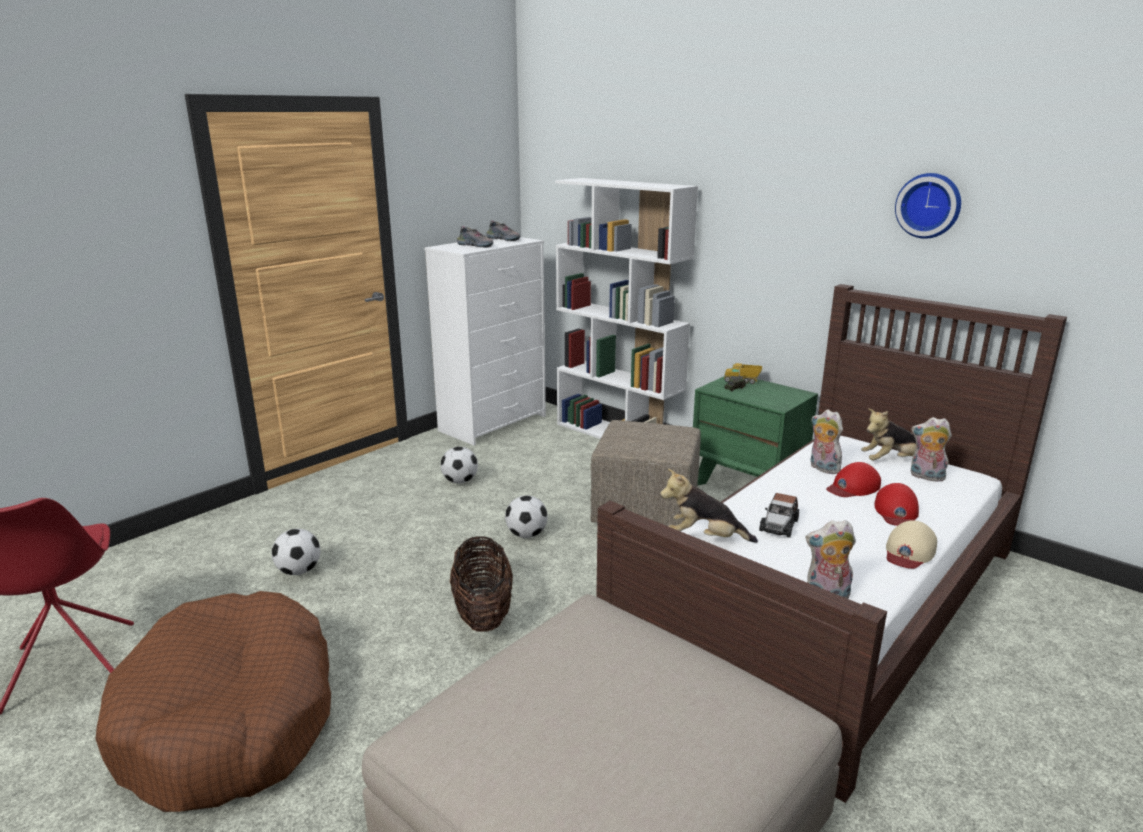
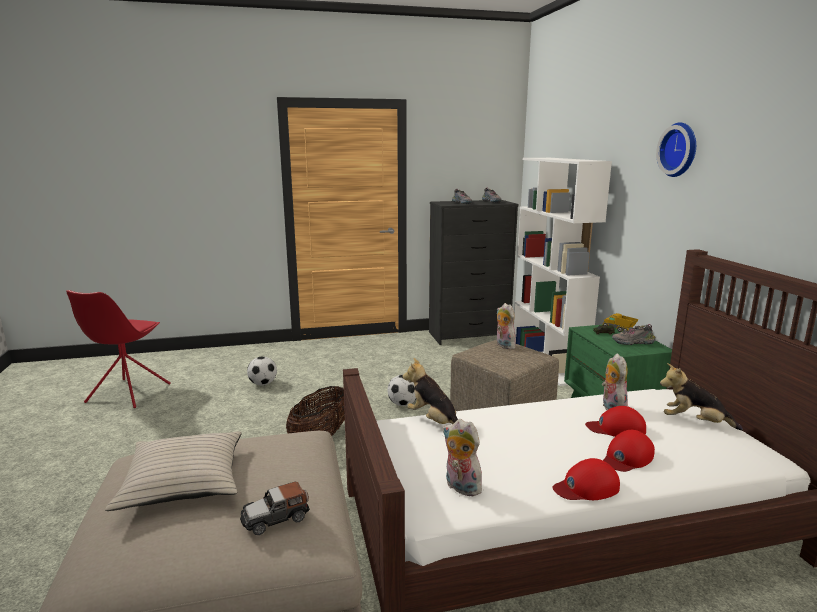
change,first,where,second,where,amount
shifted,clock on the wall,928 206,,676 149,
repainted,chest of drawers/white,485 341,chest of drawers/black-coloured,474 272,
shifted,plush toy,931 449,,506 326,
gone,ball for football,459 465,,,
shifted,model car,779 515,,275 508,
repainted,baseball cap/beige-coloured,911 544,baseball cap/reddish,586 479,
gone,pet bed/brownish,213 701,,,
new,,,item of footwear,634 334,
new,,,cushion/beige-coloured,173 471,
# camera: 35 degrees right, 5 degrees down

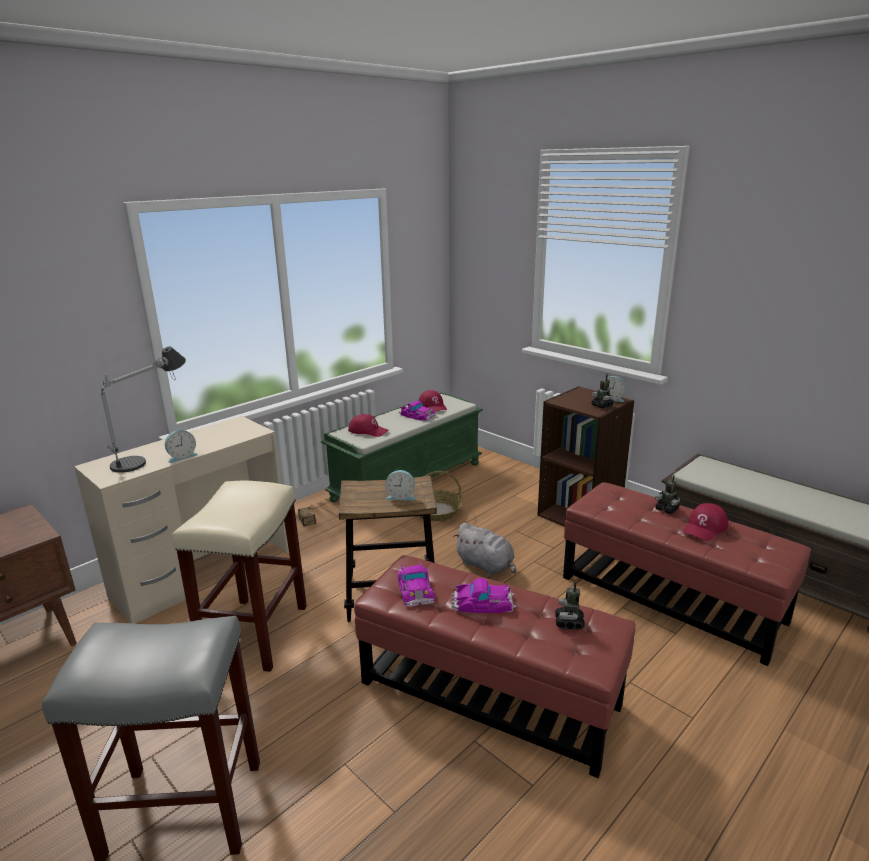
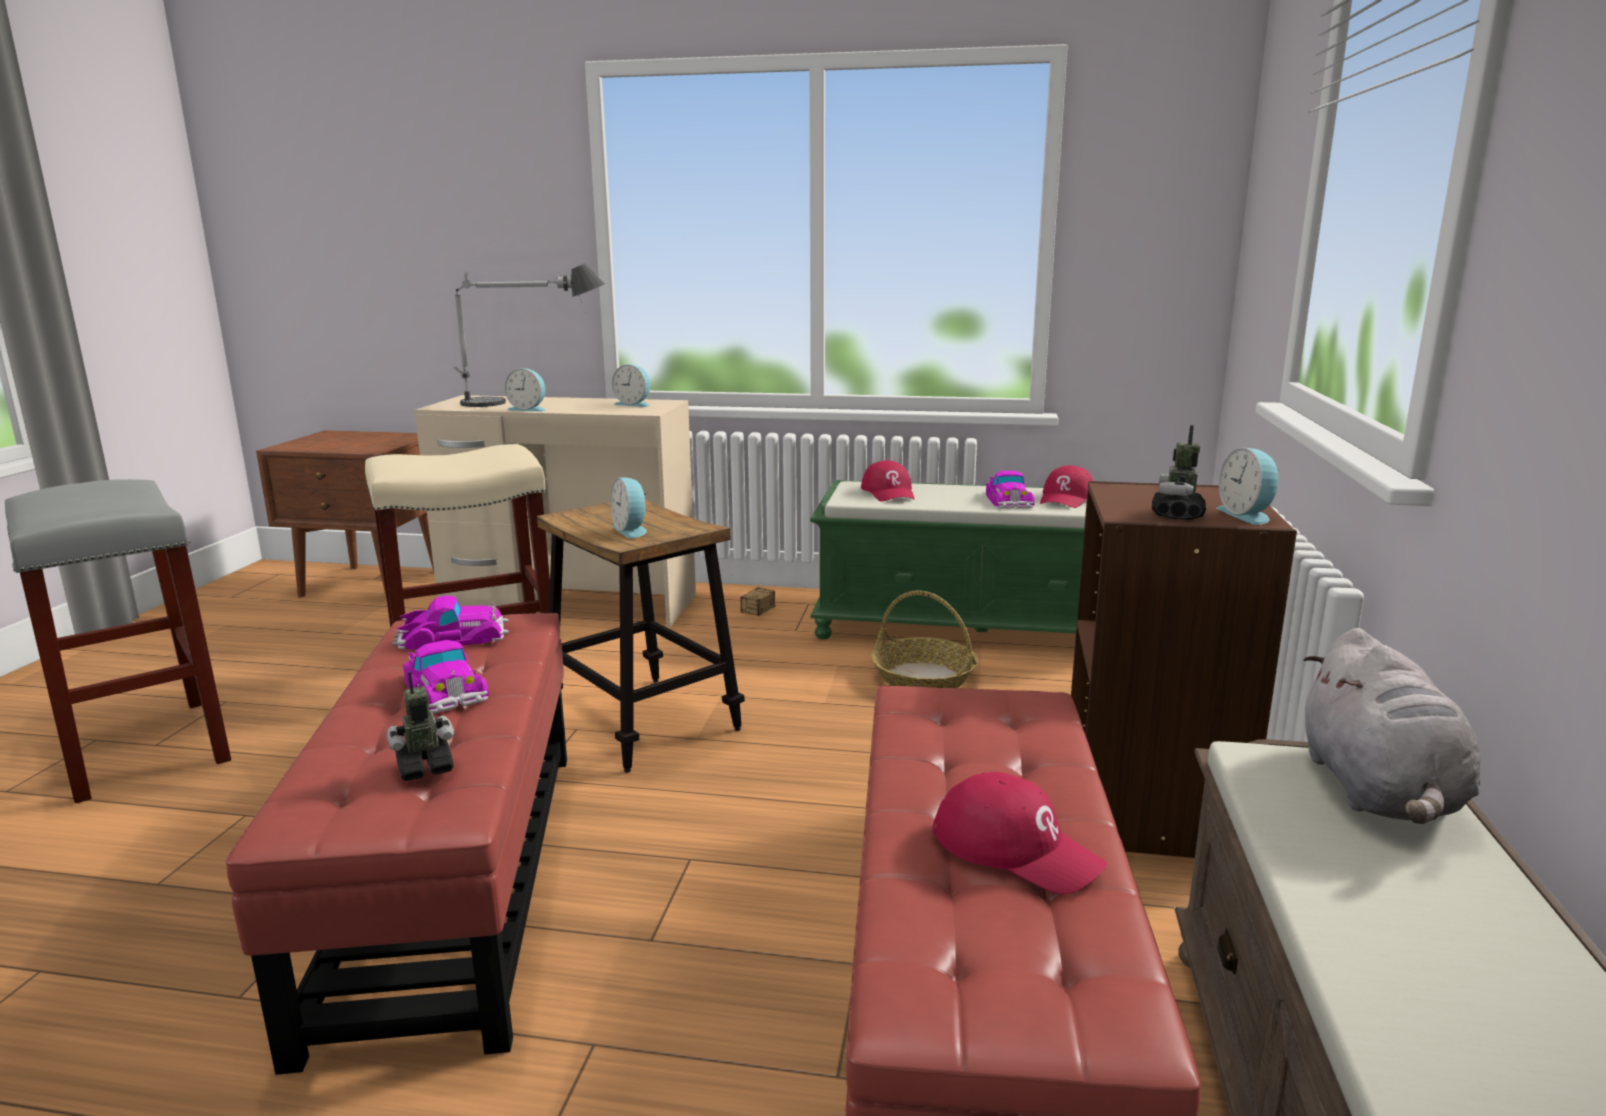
change,first,where,second,where,amount
gone,model robot,667 494,,,
rotated,baseball cap/reddish,705 522,,1019 833,150 degrees counterclockwise
shifted,plush toy/gray,484 549,,1391 726,
rotated,model car,416 584,,451 623,150 degrees counterclockwise
new,,,bedside clock,631 385,
# camera: 55 degrees right, 5 degrees down

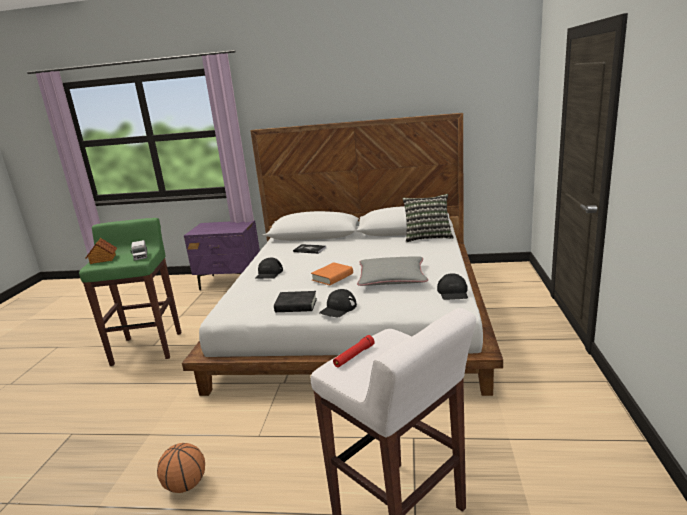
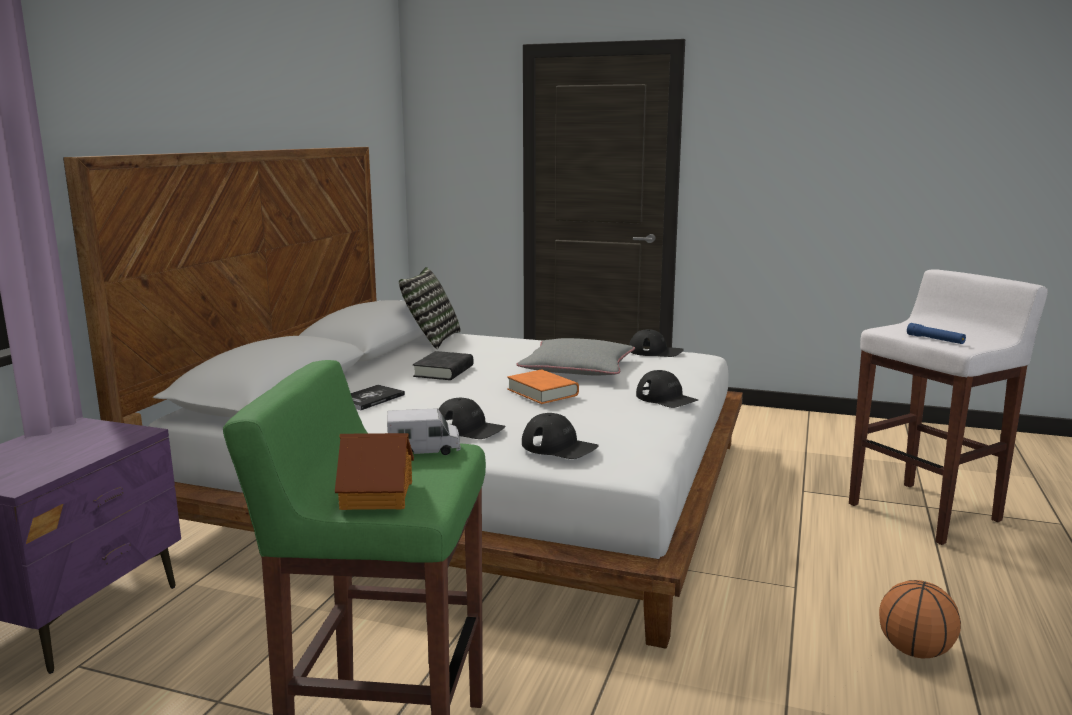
change,first,where,second,where,amount
shifted,volume/black-coloured,295 301,,443 365,
repainted,flashlight/reddish,354 351,flashlight/blue,936 333,
new,,,baseball cap/black-coloured,560 436,
# camera: 80 degrees left, 5 degrees down

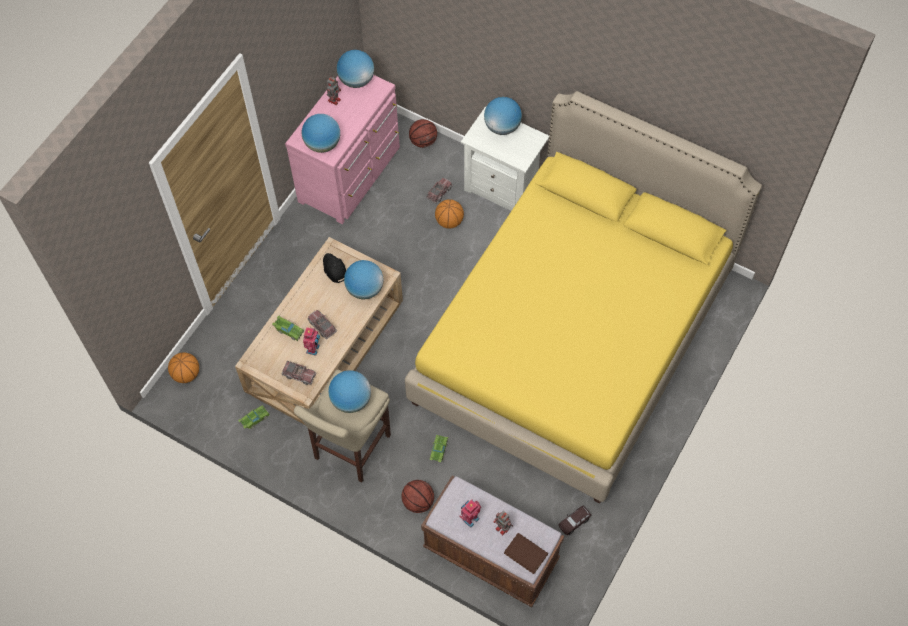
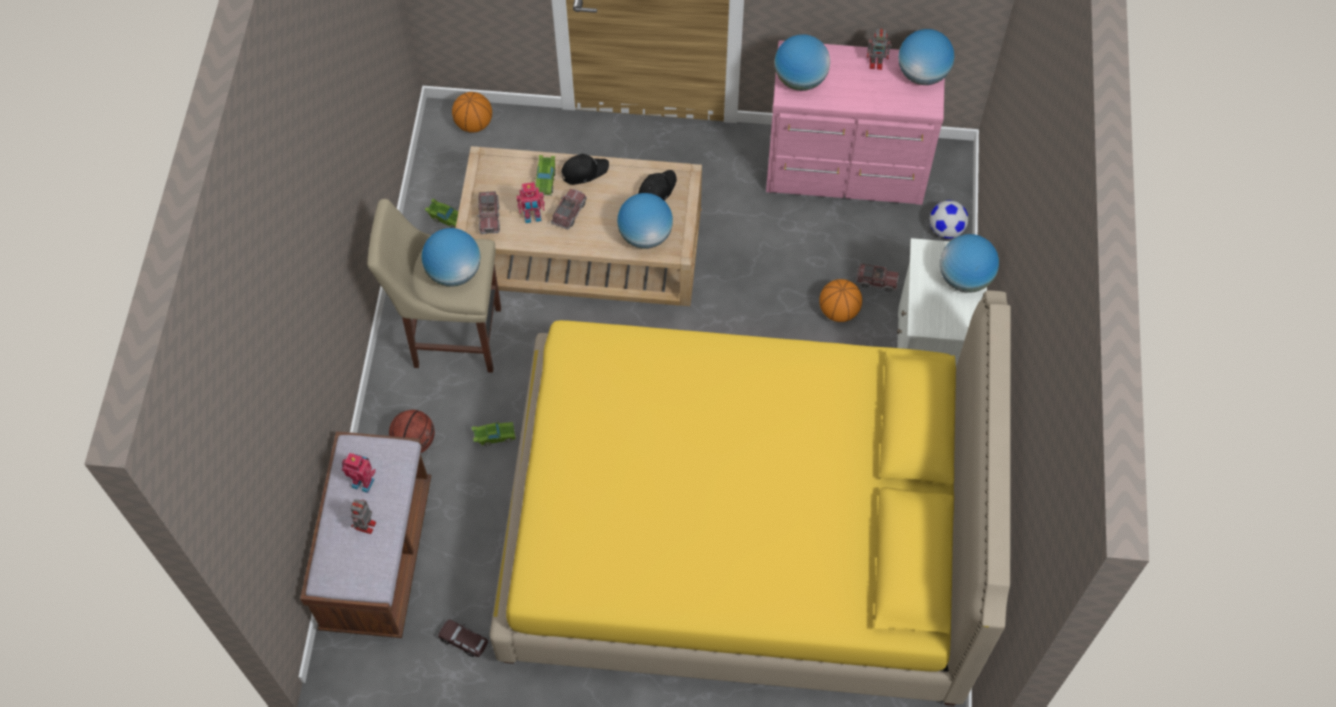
change,first,where,second,where,amount
swapped,ball for basketball,423 133,ball for football,949 219,
gone,volume/brownish,526 553,,,
new,,,baseball cap/black-coloured,585 169,
# camera: 65 degrees right, 0 degrees up

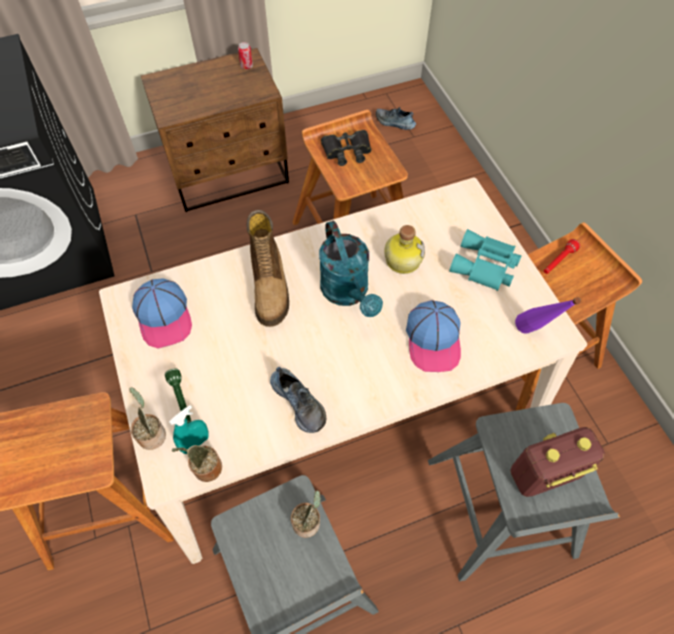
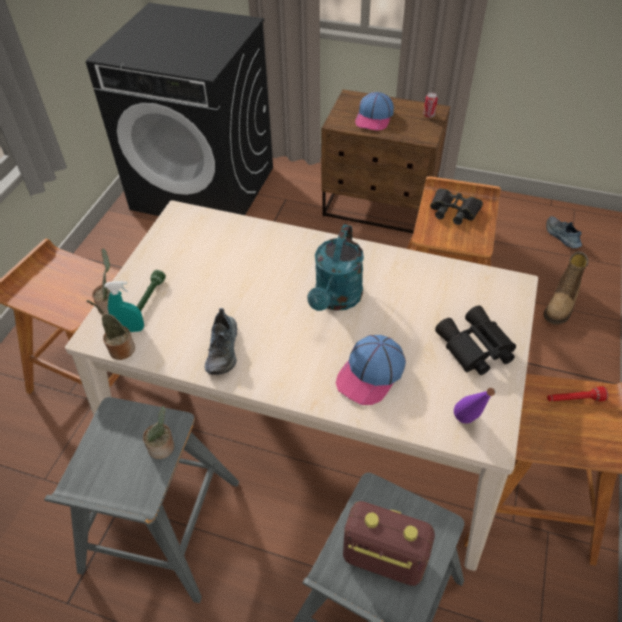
change,first,where,second,where,amount
shifted,boot,268 268,,566 288,
gone,drink bottle,404 249,,,
repainted,binoculars/turquoise-coloured,485 260,binoculars/black-coloured,475 340,
shifted,baseball cap,162 313,,374 111,
# camera: 40 degrees right, 10 degrees down

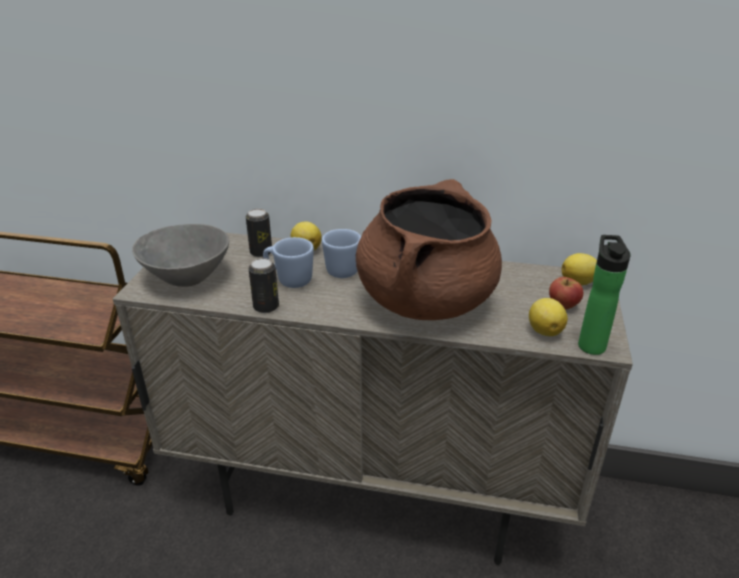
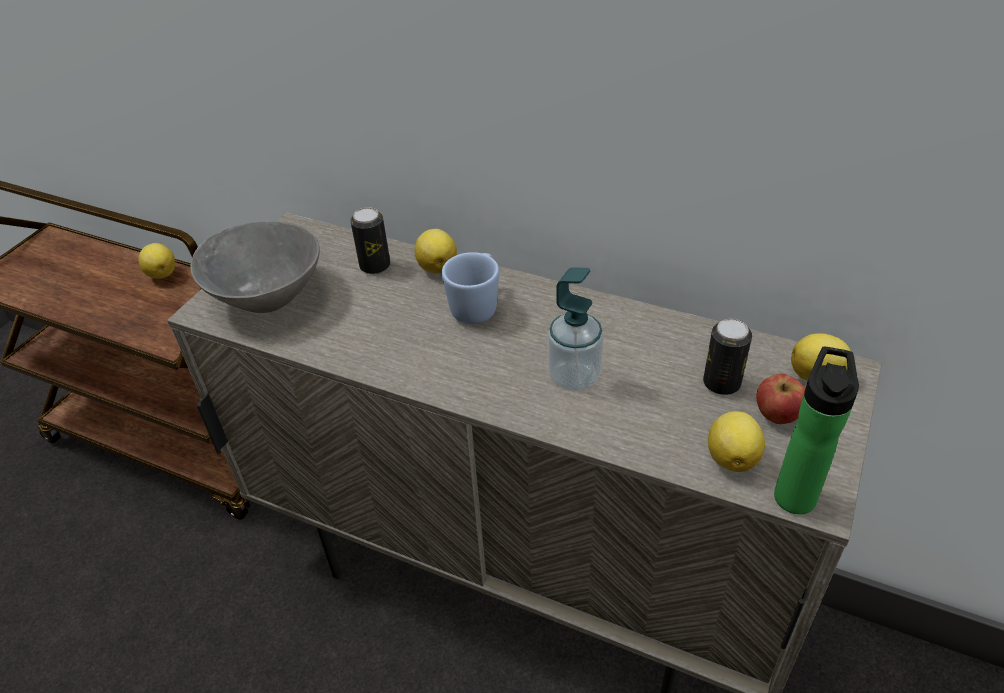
change,first,where,second,where,amount
swapped,saucepot/brownish,429 249,soap bottle,576 329,
gone,tea mug/blue,288 262,,,
shifted,can,263 285,,727 357,
new,,,citrus fruit,157 261,
# camera: 15 degrees right, 10 degrees up

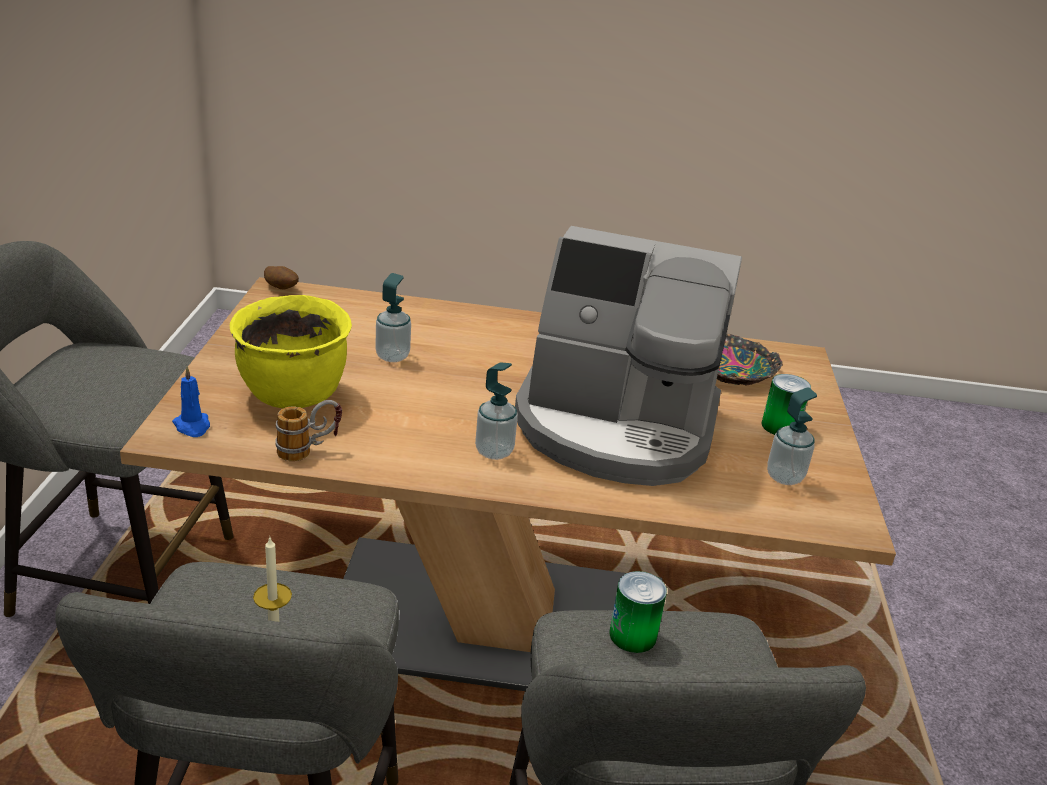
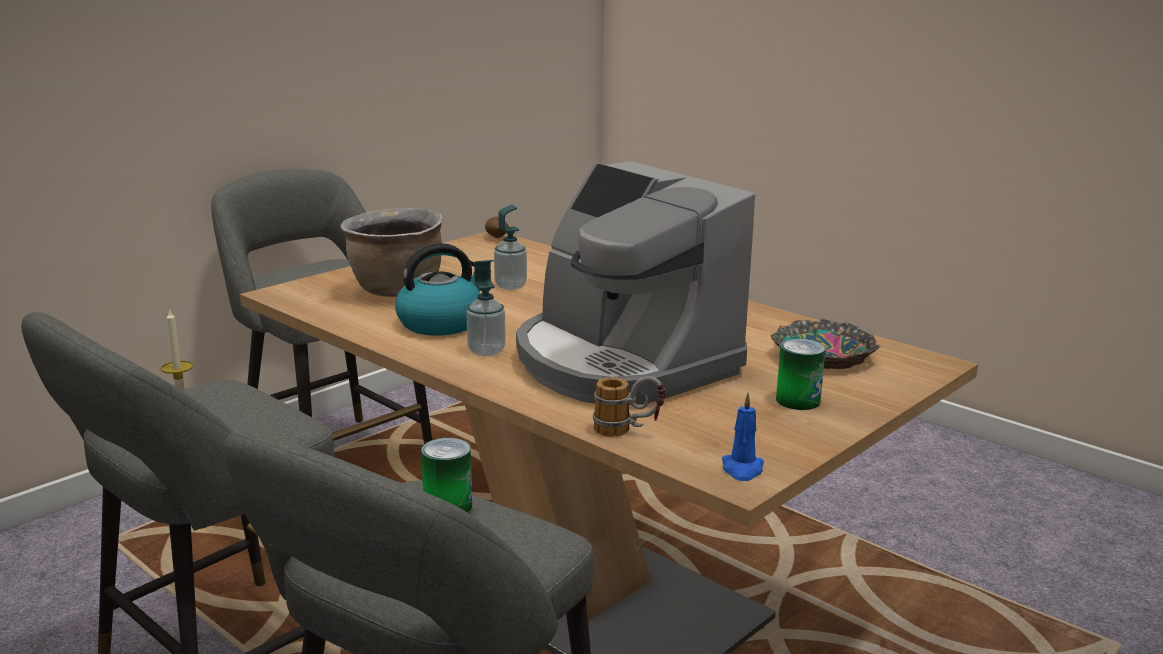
change,first,where,second,where,amount
repainted,saucepot/yellow-coloured,291 352,saucepot/brownish,391 252,
shifted,candle/blue,191 401,,743 437,
gone,soap bottle,792 436,,,
shifted,tea mug,308 430,,629 406,
new,,,kettle,437 289,
# camera: 40 degrees right, 10 degrees down

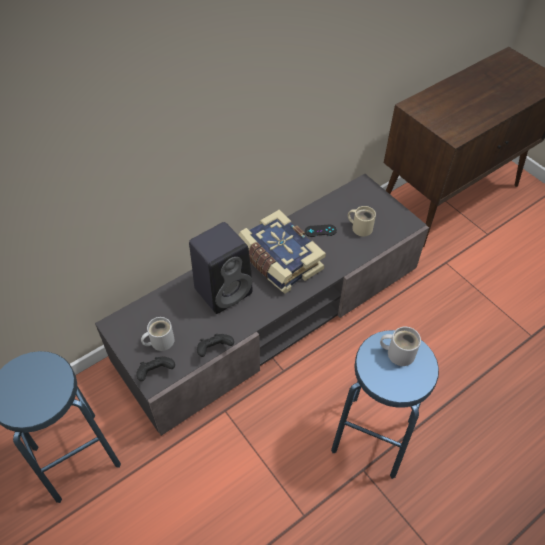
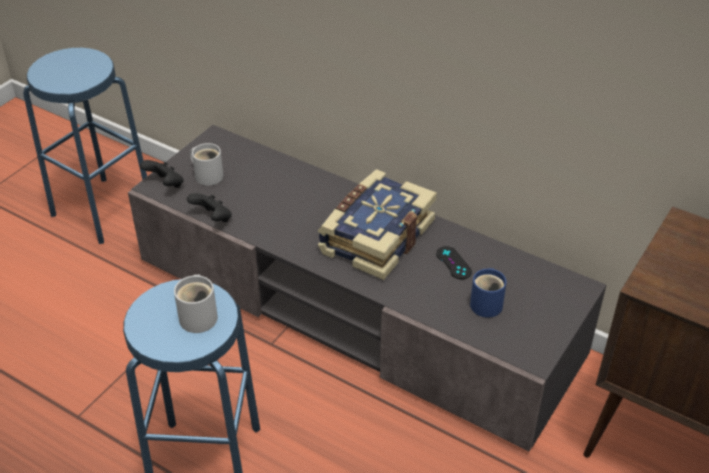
change,first,where,second,where,amount
repainted,tea mug/beige-coloured,362 221,tea mug/blue,488 293,
gone,audio speaker/black-coloured,221 268,,,
# camera: 70 degrees right, 10 degrees down

